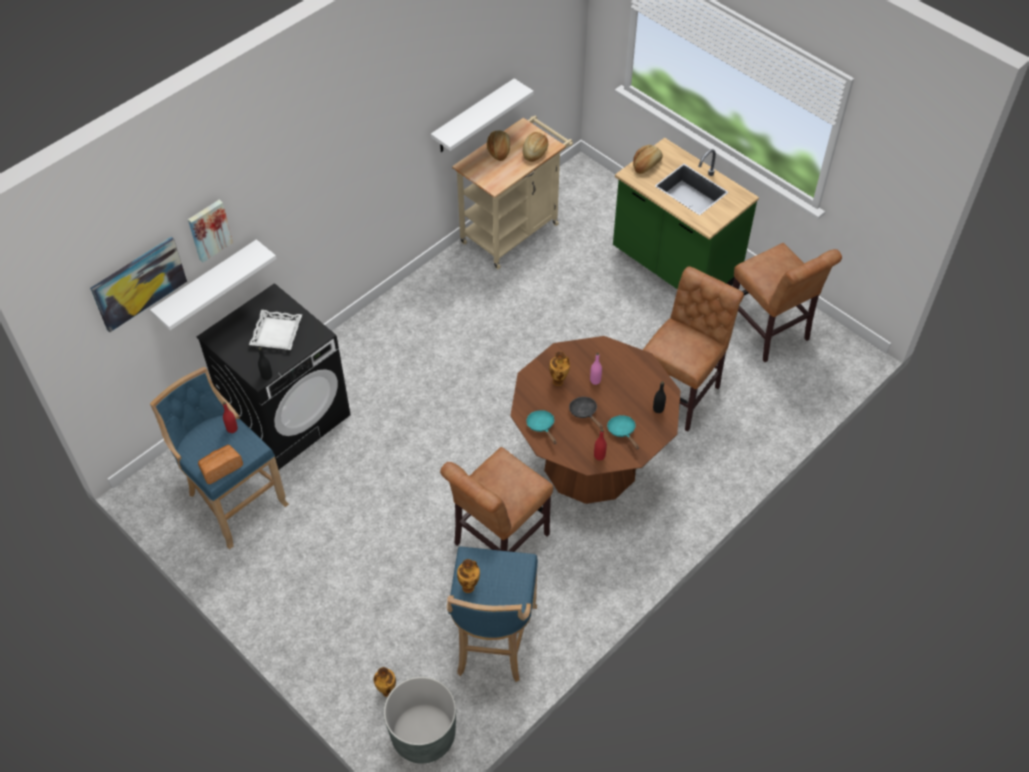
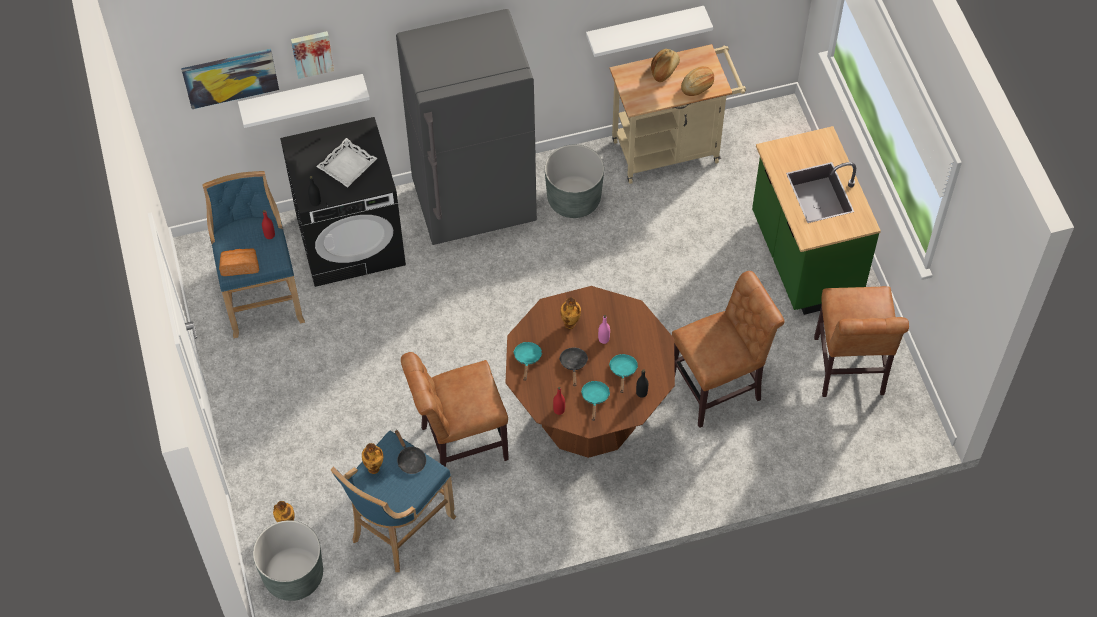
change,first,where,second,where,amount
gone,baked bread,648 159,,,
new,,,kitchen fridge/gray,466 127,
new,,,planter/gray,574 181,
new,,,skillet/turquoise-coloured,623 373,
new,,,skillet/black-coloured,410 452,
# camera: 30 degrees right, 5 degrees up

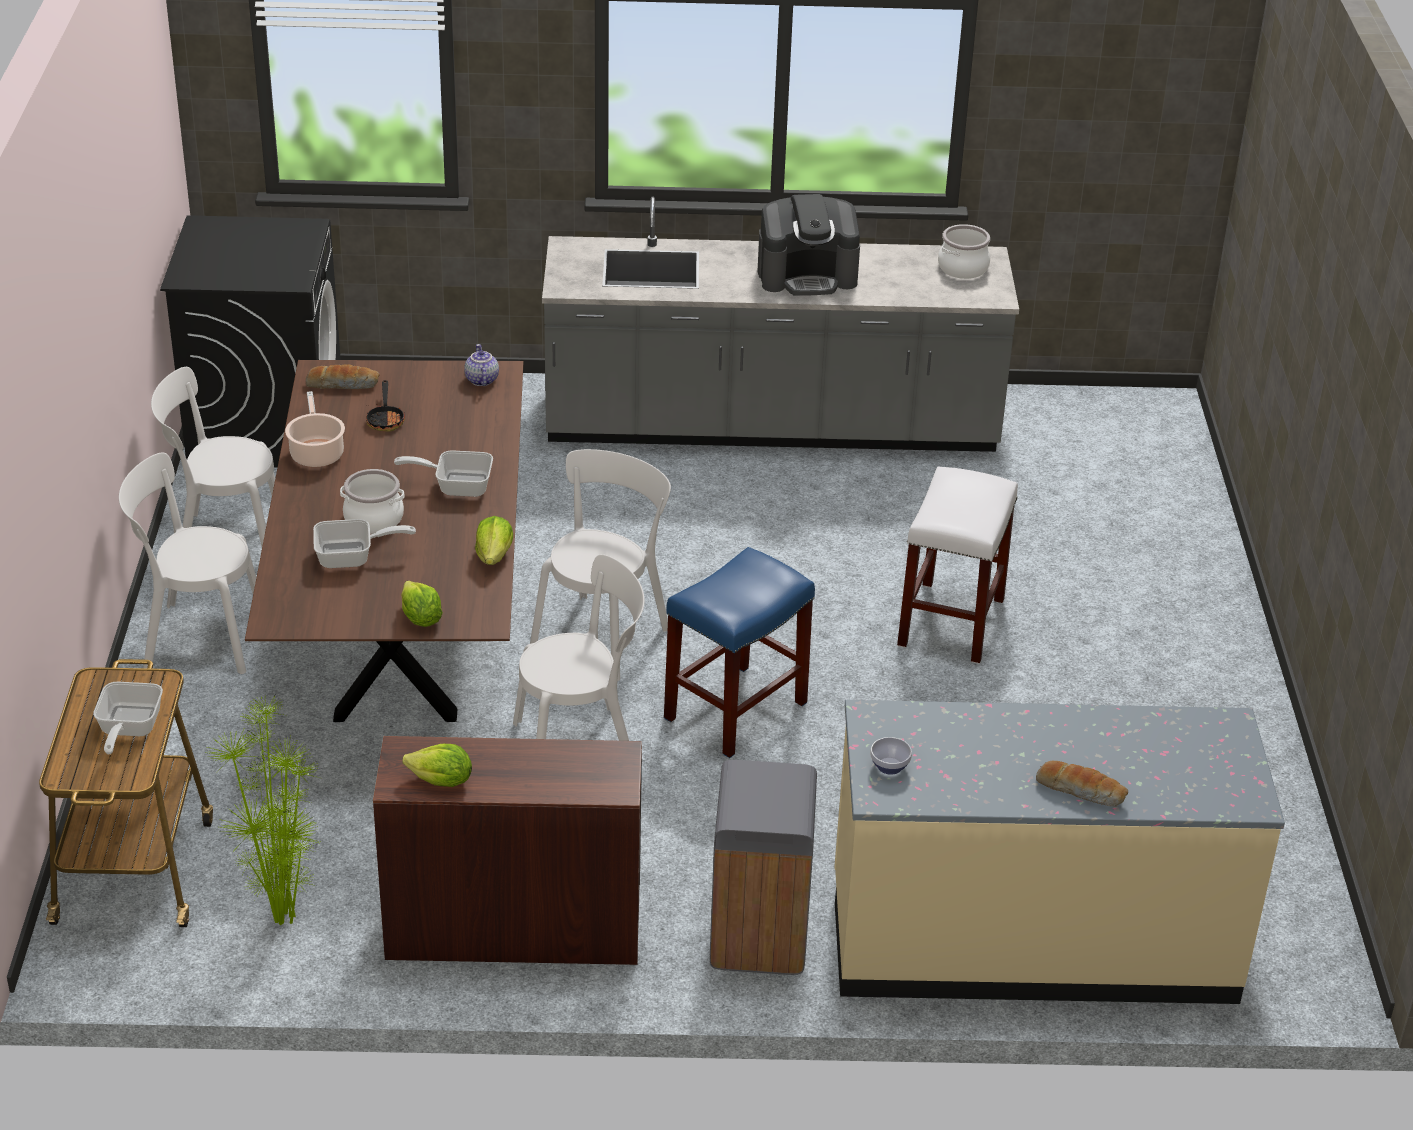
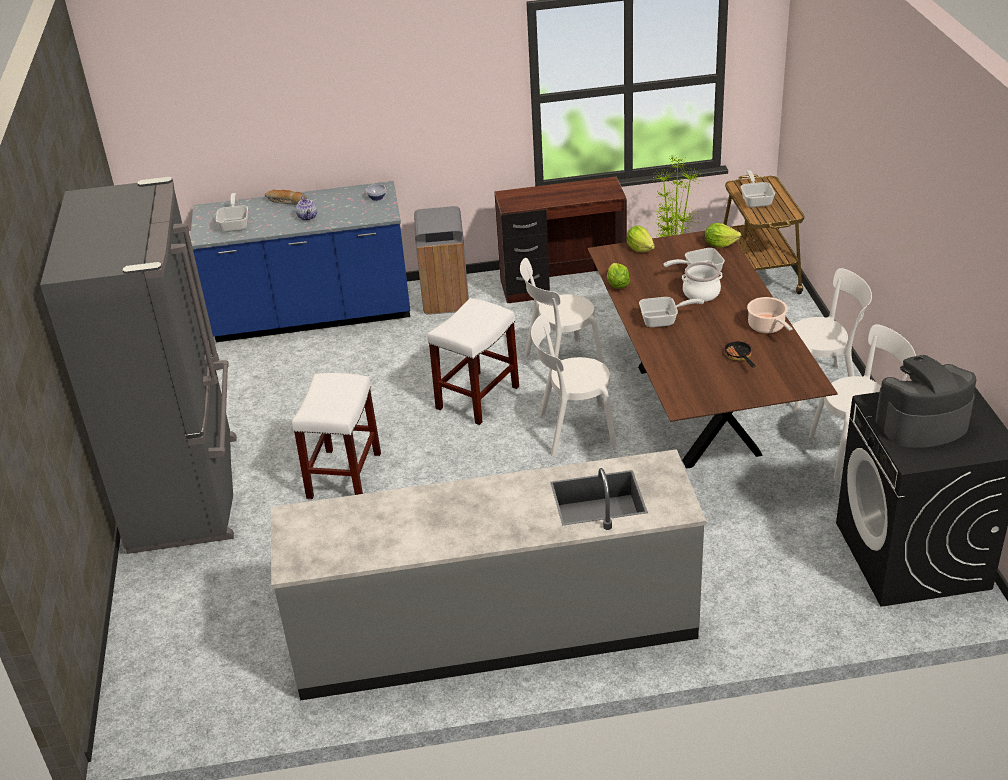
change,first,where,second,where,amount
shifted,coffee machine,809 245,,925 401,
gone,saucepot,964 251,,,
shifted,tea pot,481 365,,306 208,
gone,baked bread,342 376,,,
rotated,chair/white,600 565,,574 385,60 degrees clockwise
repainted,stool seat/blue,739 652,stool seat/white,473 361,
repainted,kitchen counter/beige-coloured,1059 852,kitchen counter/blue,300 261,
shifted,head of lettuce,437 765,,722 235,
new,,,kitchen fridge/gray,138 365,
new,,,skillet,232 212,
# camera: 175 degrees right, 0 degrees up

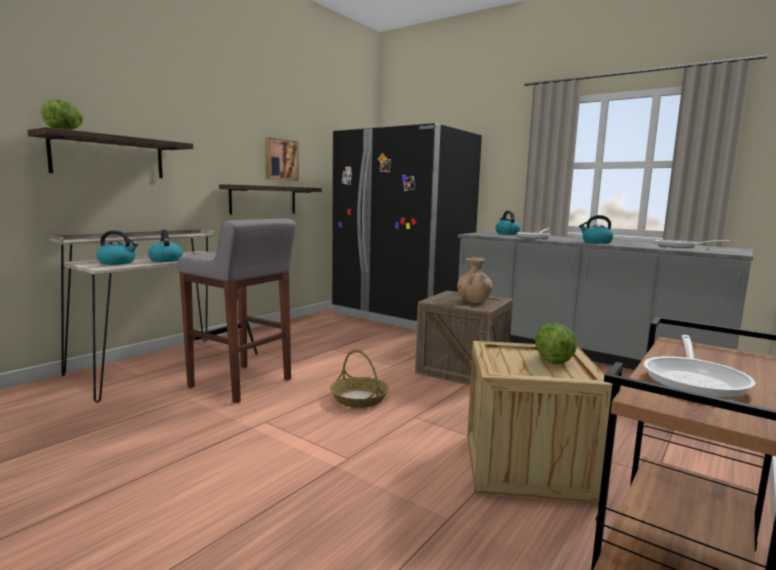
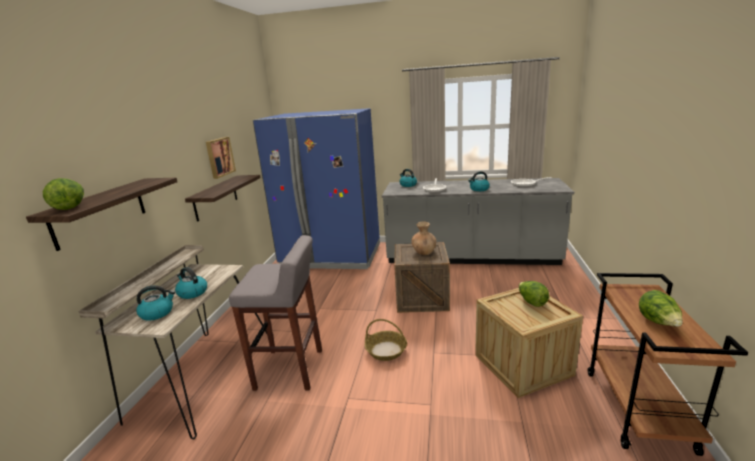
change,first,where,second,where,amount
repainted,kitchen fridge/black-coloured,407 226,kitchen fridge/blue,316 188,
swapped,skillet,699 367,head of lettuce,661 308,
# camera: 25 degrees left, 10 degrees up

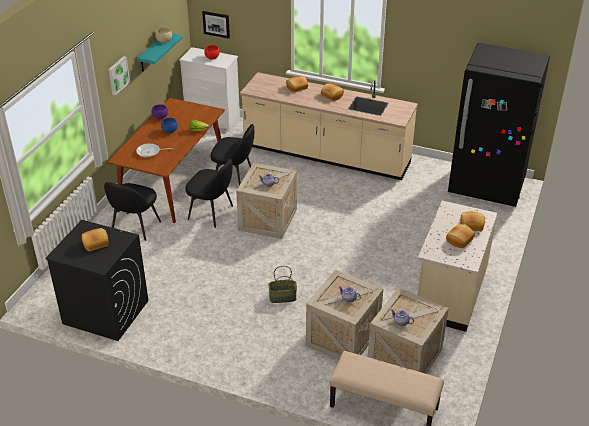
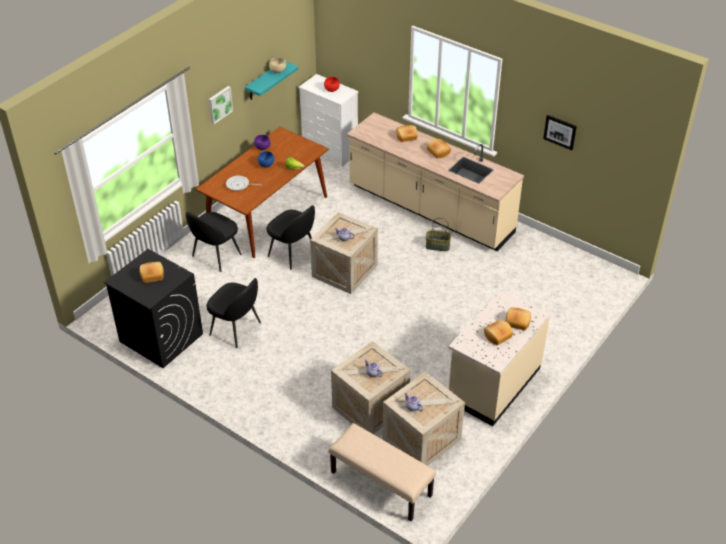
change,first,where,second,where,amount
shifted,picture,216 25,,560 132,
gone,kitchen fridge/black-coloured,499 125,,,
shifted,chair/black-coloured,232 154,,234 313,
shifted,storage basket,282 284,,438 234,
# camera: 15 degrees right, 5 degrees up

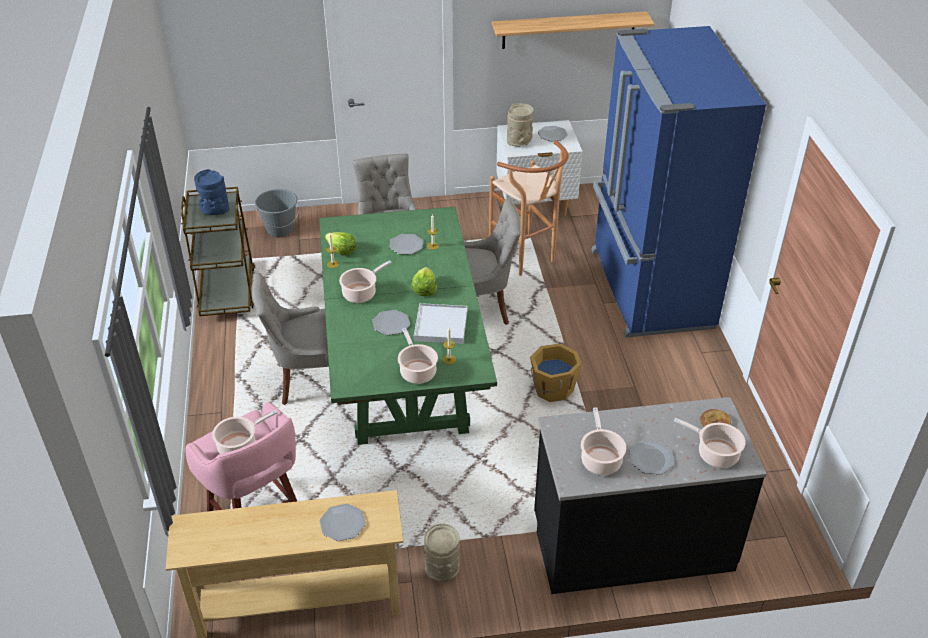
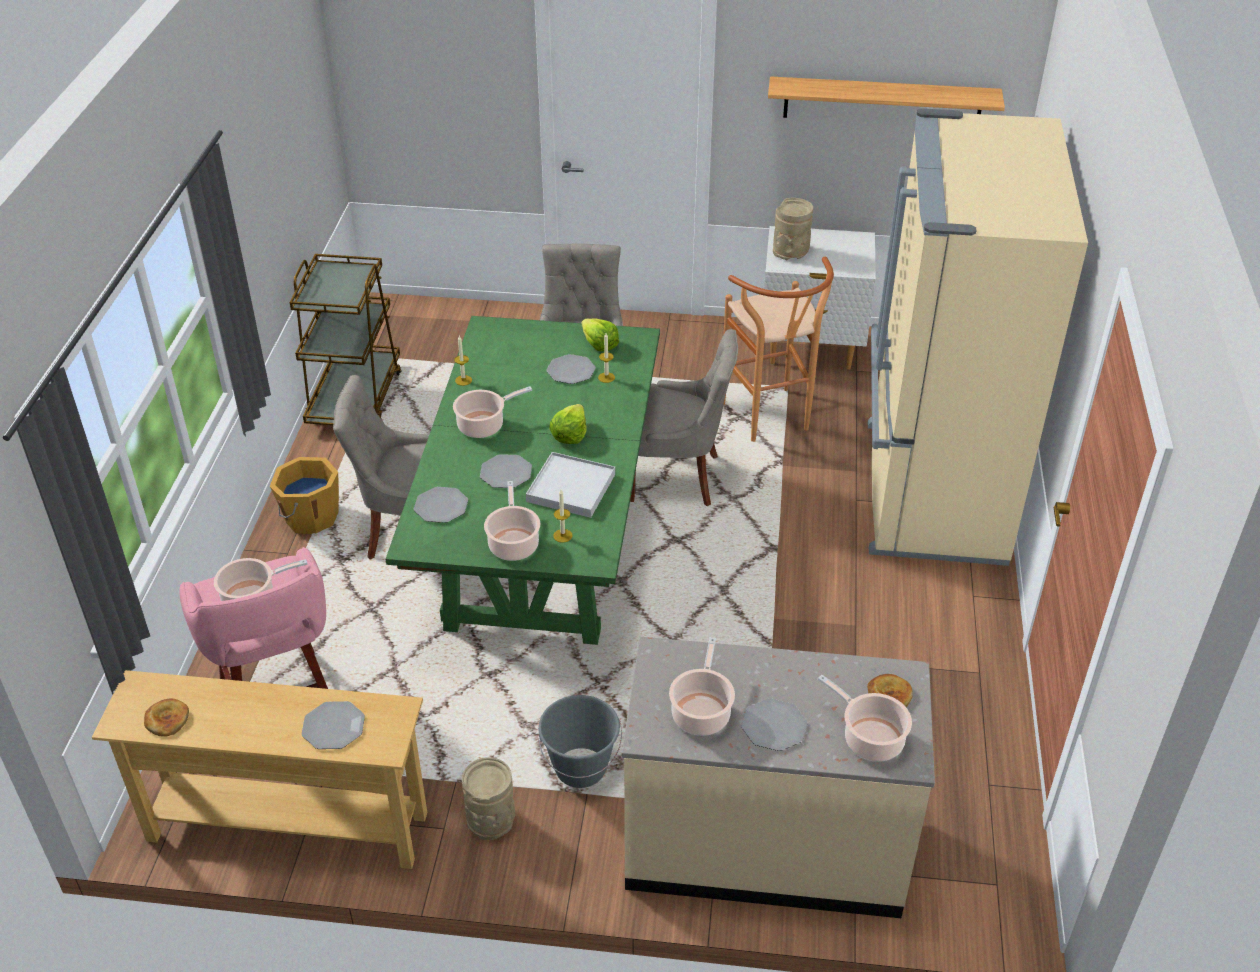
change,first,where,second,where,amount
repainted,kitchen fridge/blue,678 182,kitchen fridge/beige-coloured,978 337,
shifted,dinner plate,553 133,,441 505,
gone,flower vase/blue,212 192,,,
shifted,pail/gray,277 213,,580 741,
shifted,head of lettuce,340 244,,600 335,
shifted,pail/orangey,555 372,,304 495,
repainted,kitchen counter/black-coloured,650 495,kitchen counter/beige-coloured,778 777,
new,,,baked bread,166 718,
# camera: 15 degrees right, 0 degrees up

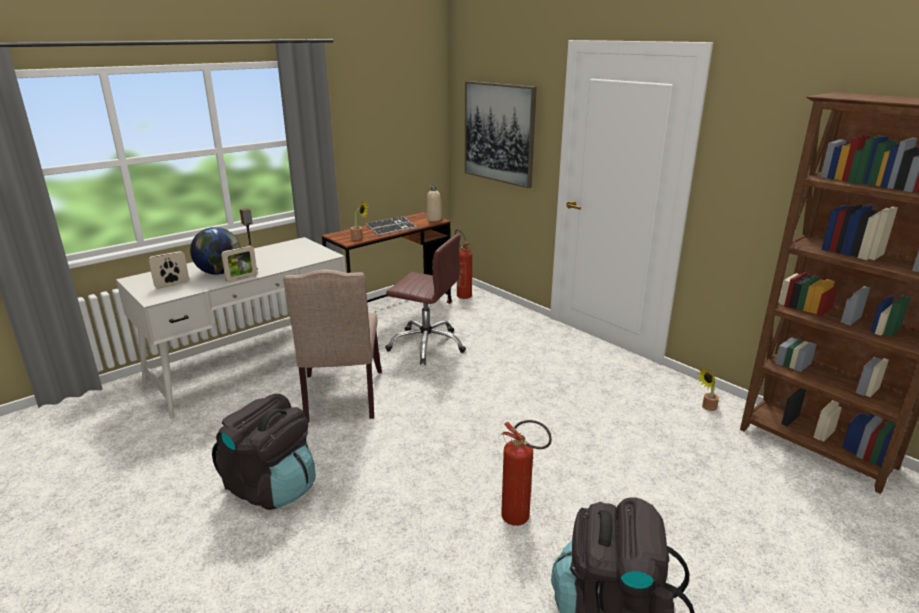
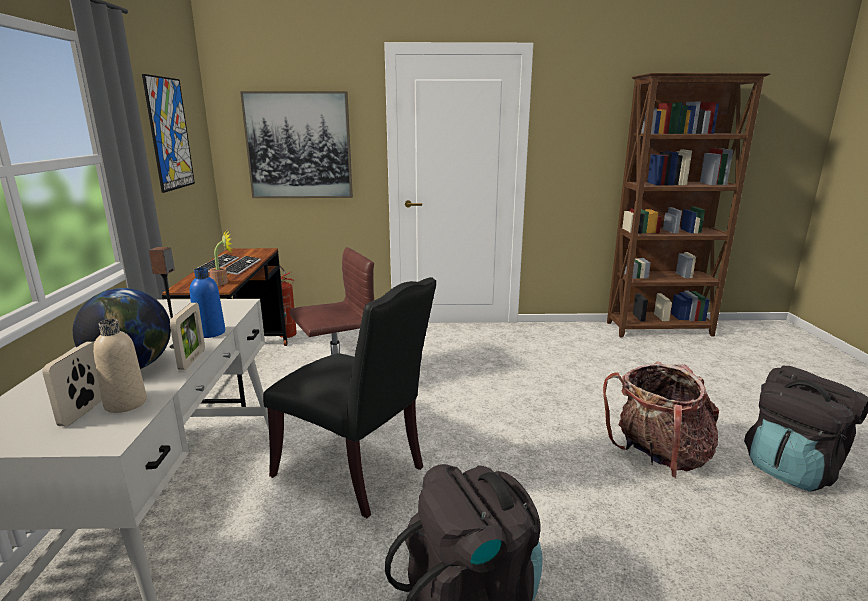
change,first,where,second,where,amount
shifted,drink bottle/beige-coloured,434 203,,120 366,
repainted,chair/beige-coloured,332 346,chair/black-coloured,349 397,
gone,potted plant,708 389,,,
swapped,fire extinguisher,526 473,knapsack,661 420,
new,,,picture,168 133,
new,,,drink bottle/blue,207 302,
# camera: 50 degrees left, 5 degrees down

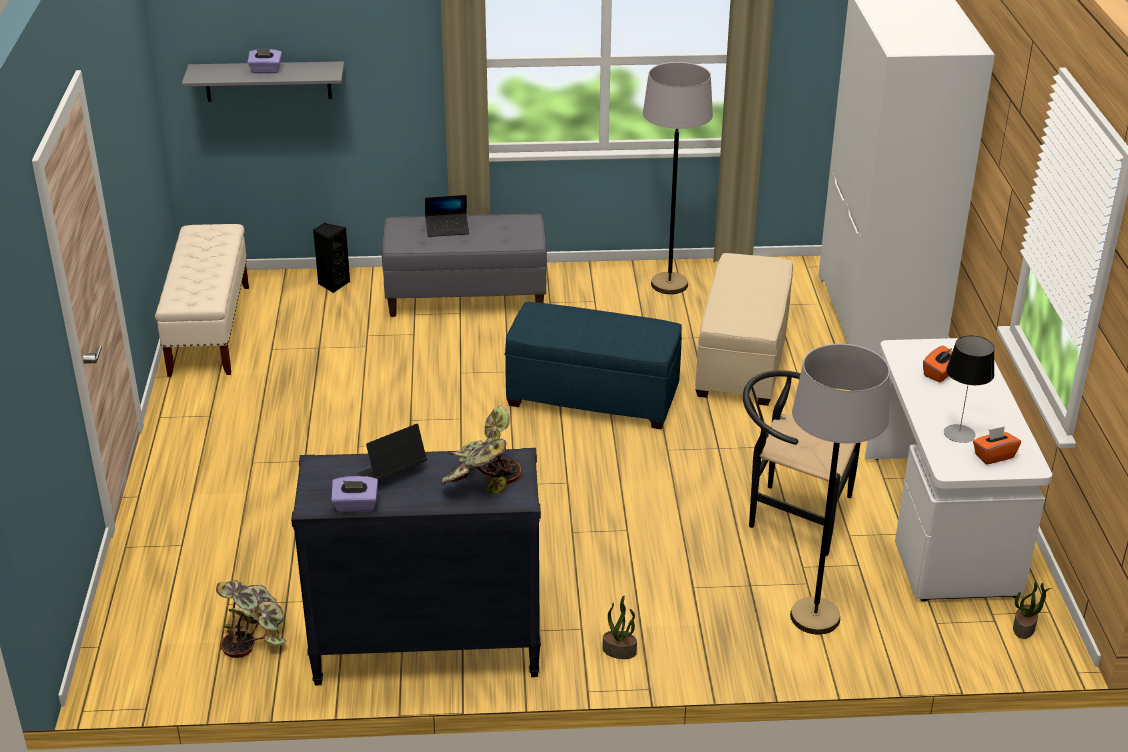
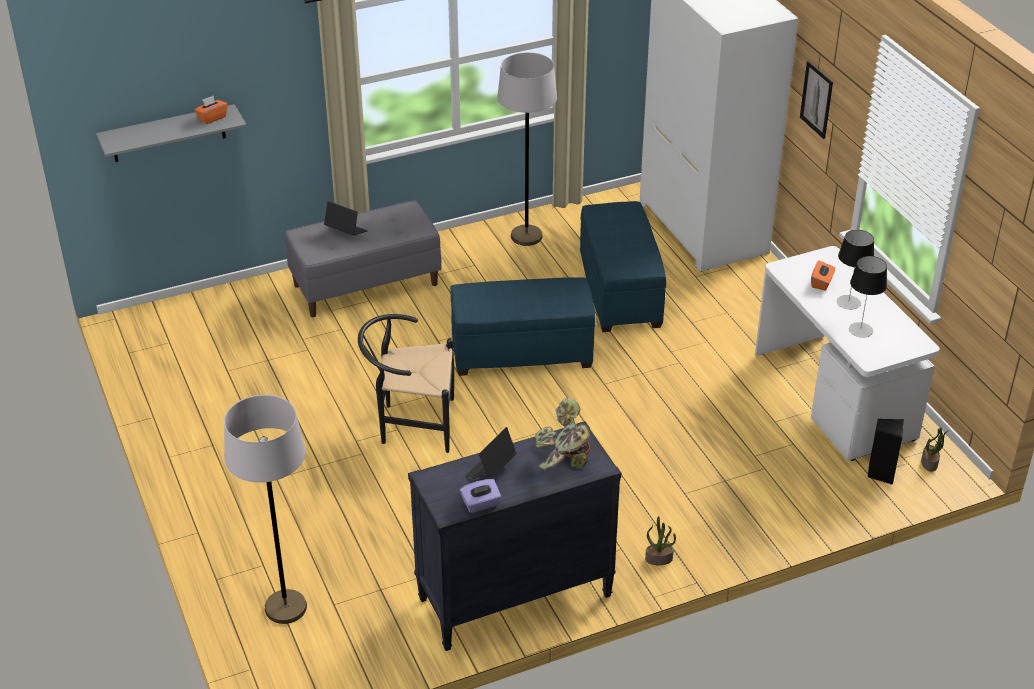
change,first,where,second,where,amount
gone,tissue holder/purplish,264 61,,,
rotated,portable computer,447 216,,346 218,120 degrees counterclockwise
shifted,audio speaker/black-coloured,332 258,,886 452,
gone,indoor bench/beige-coloured,202 300,,,
repainted,pouffe/beige-coloured,744 329,pouffe/blue,623 266,
shifted,floor lamp/gray,840 489,,265 509,
shifted,chair/black-coloured,802 463,,406 383,
shifted,tissue holder/orangey,997 445,,210 109,
gone,potted plant,251 619,,,
new,,,picture,816 100,
new,,,table lamp,855 270,
# camera: 20 degrees left, 5 degrees up

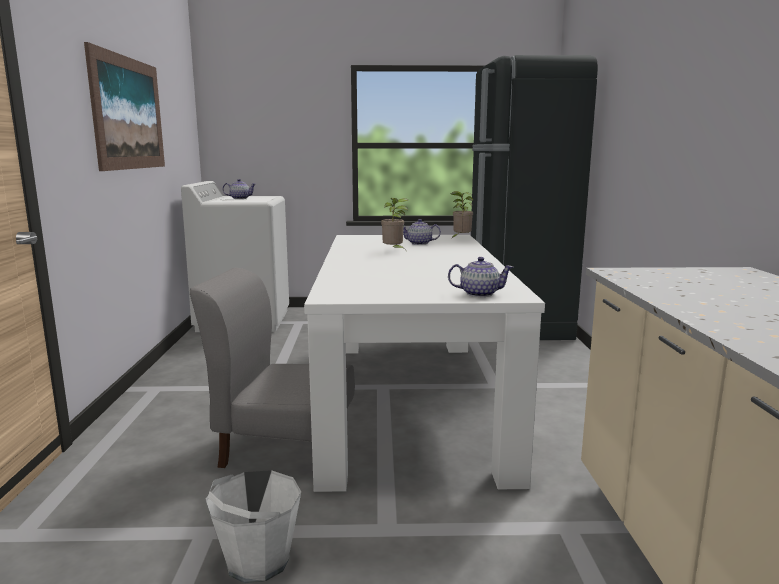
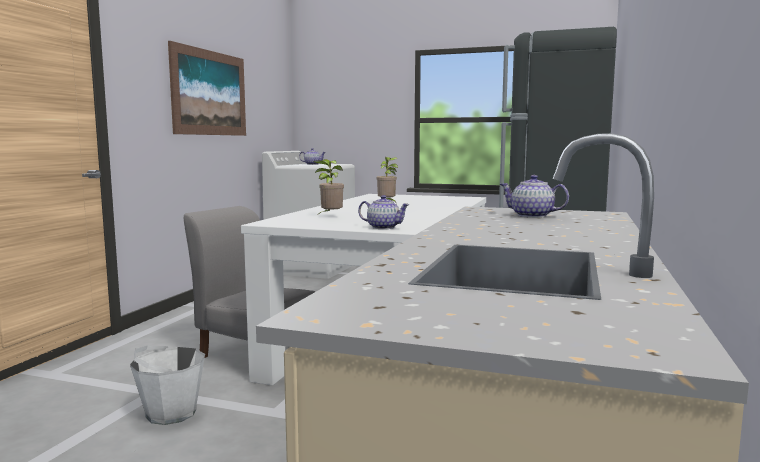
change,first,where,second,where,amount
shifted,potted plant,462 215,,329 186,
shifted,tea pot,422 232,,534 196,
# camera: 20 degrees right, 5 degrees down

